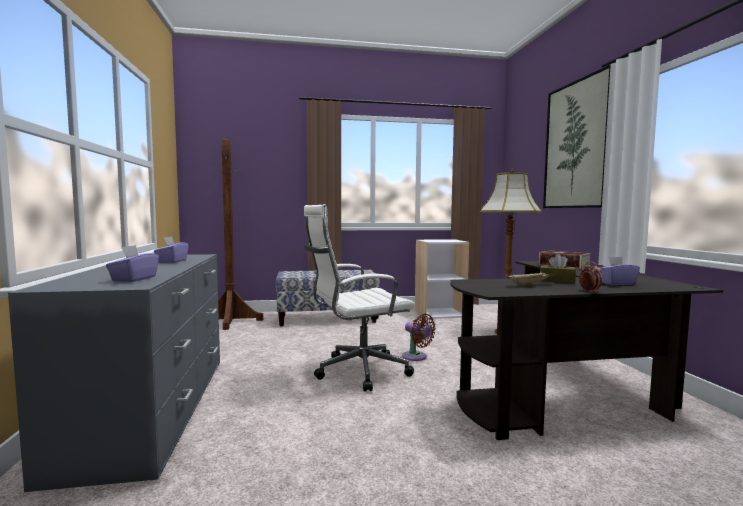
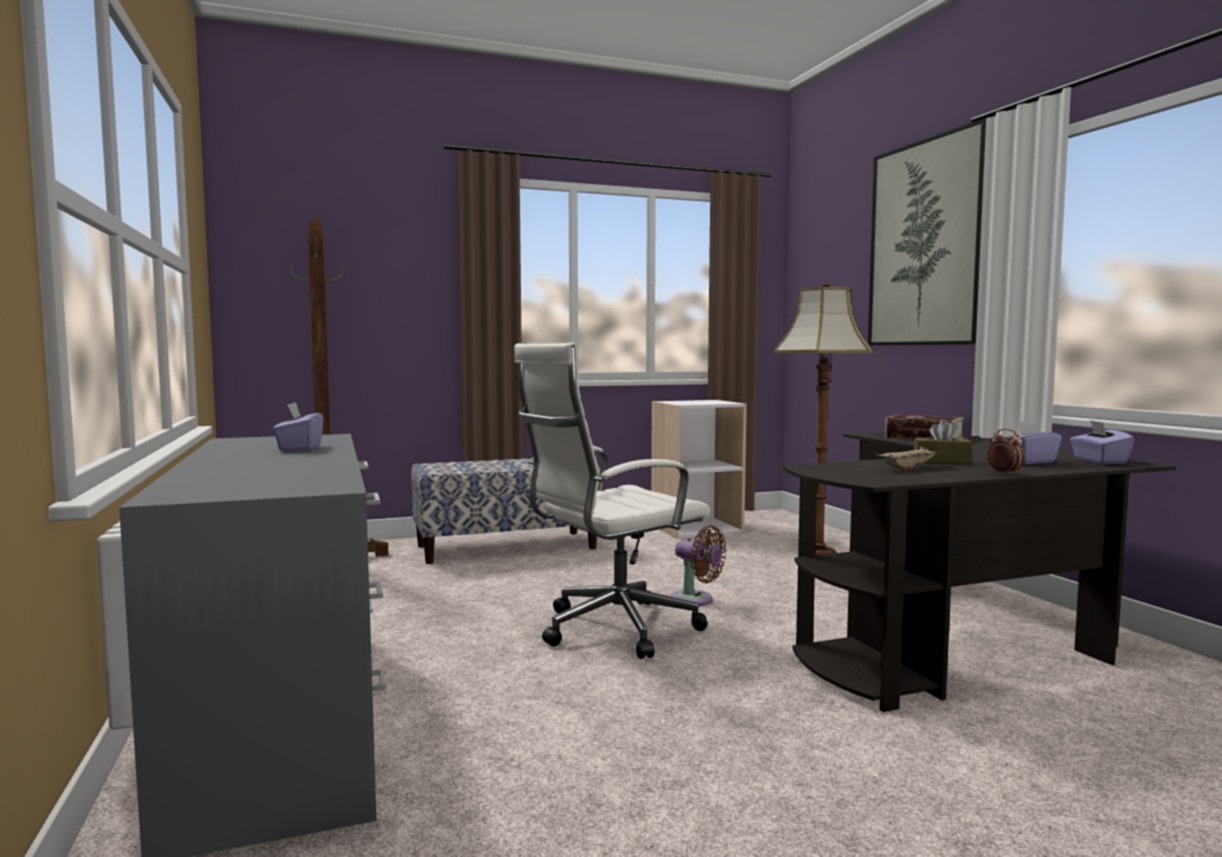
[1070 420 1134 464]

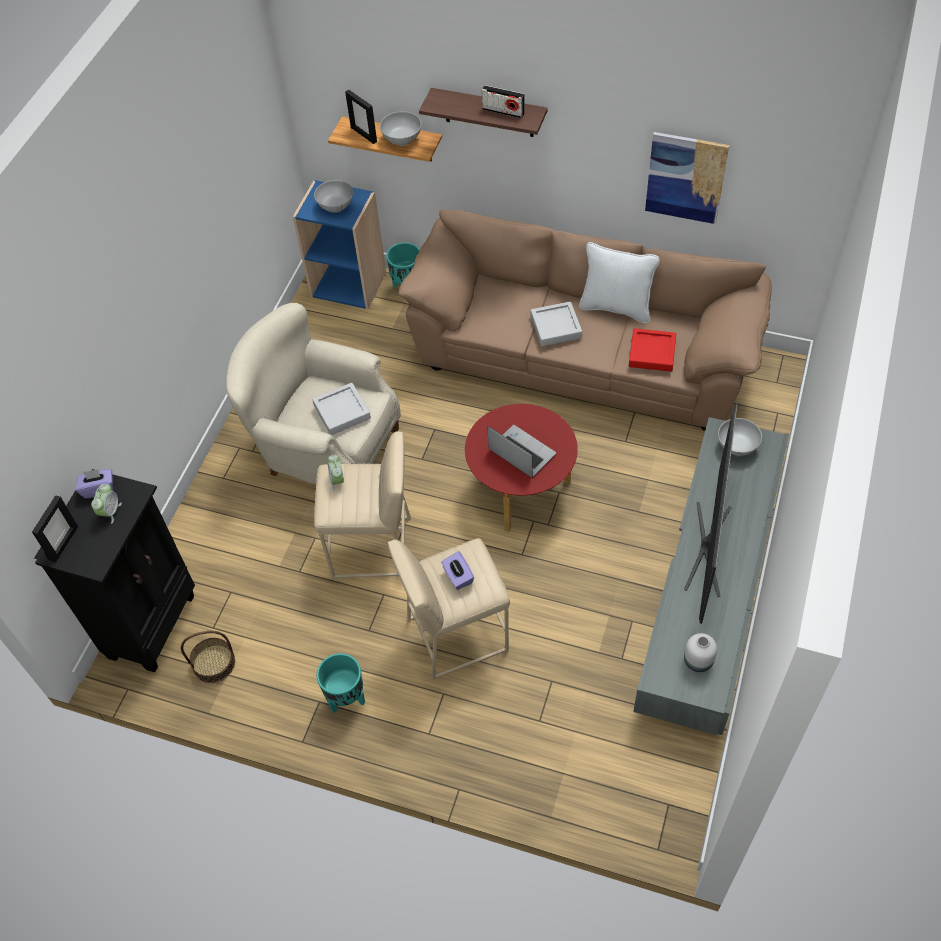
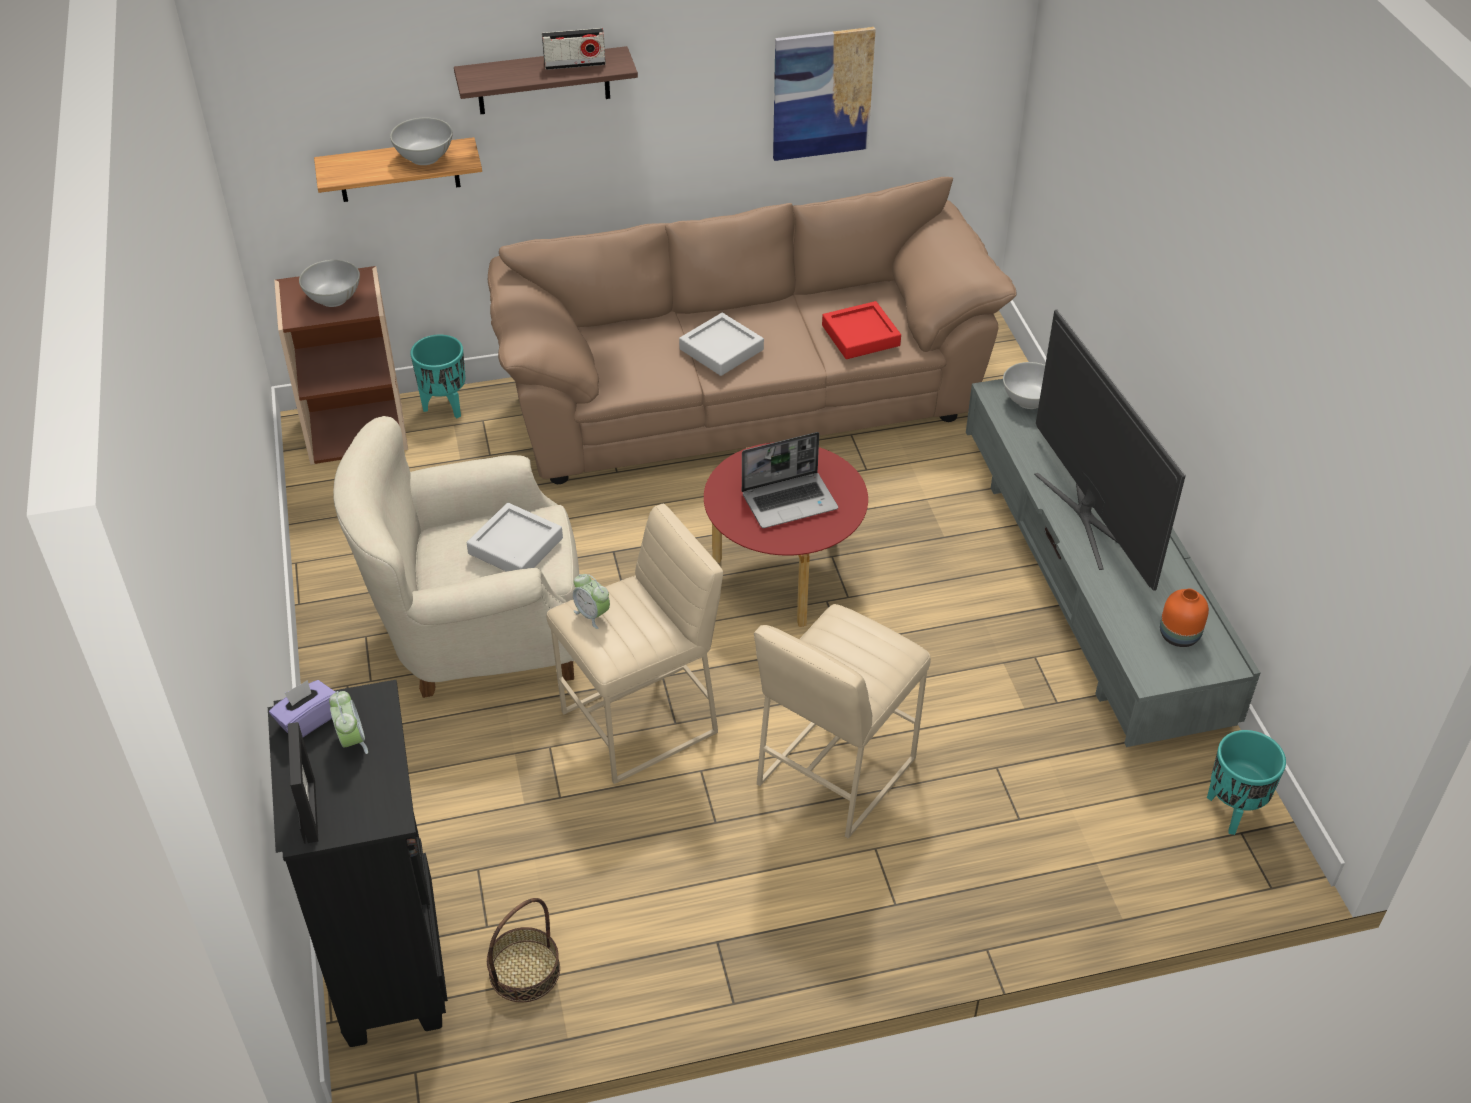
[345 90 377 144] (first image)
[274 266 408 465]
[579 242 660 323] (first image)
[742 432 838 528]
[441 551 474 590] (first image)
[1160 589 1209 647]
[1207 730 1286 835]

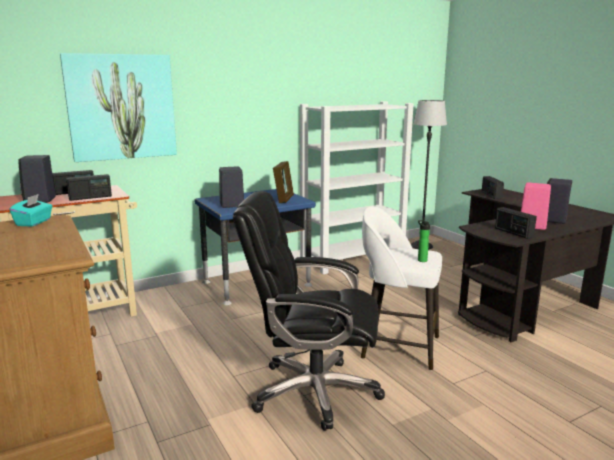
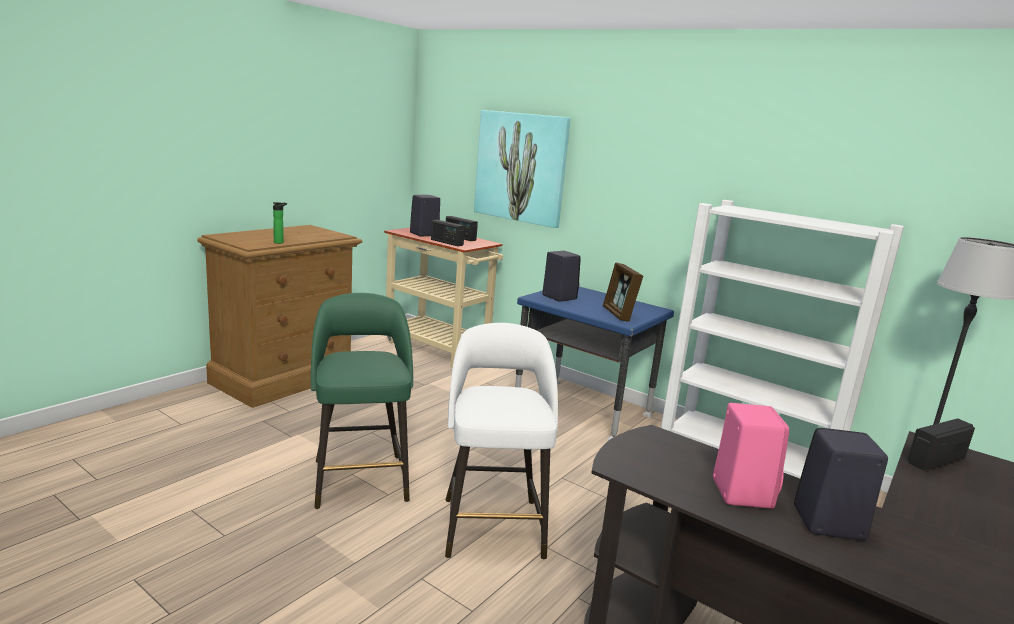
[603 263 643 322]
[311 293 413 509]
[9 194 53 227] (first image)
[495 207 537 239] (first image)
[273 202 287 244]

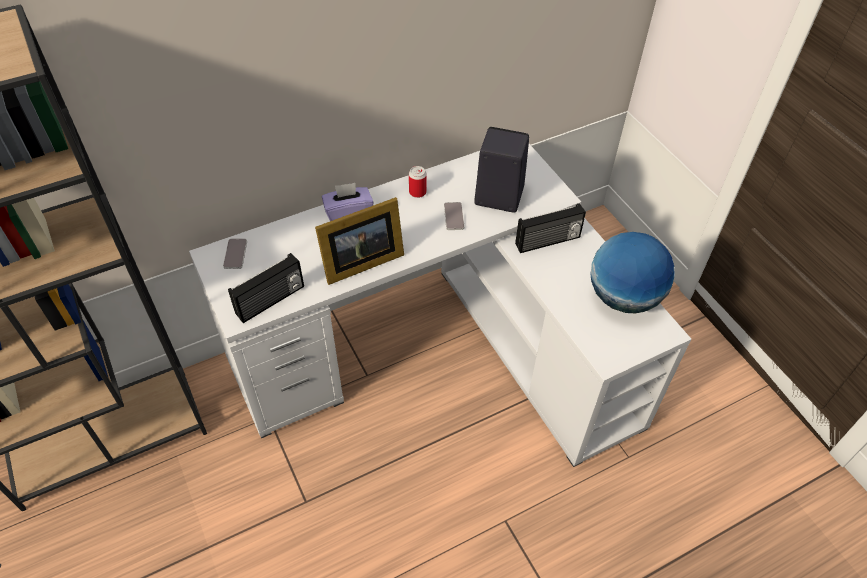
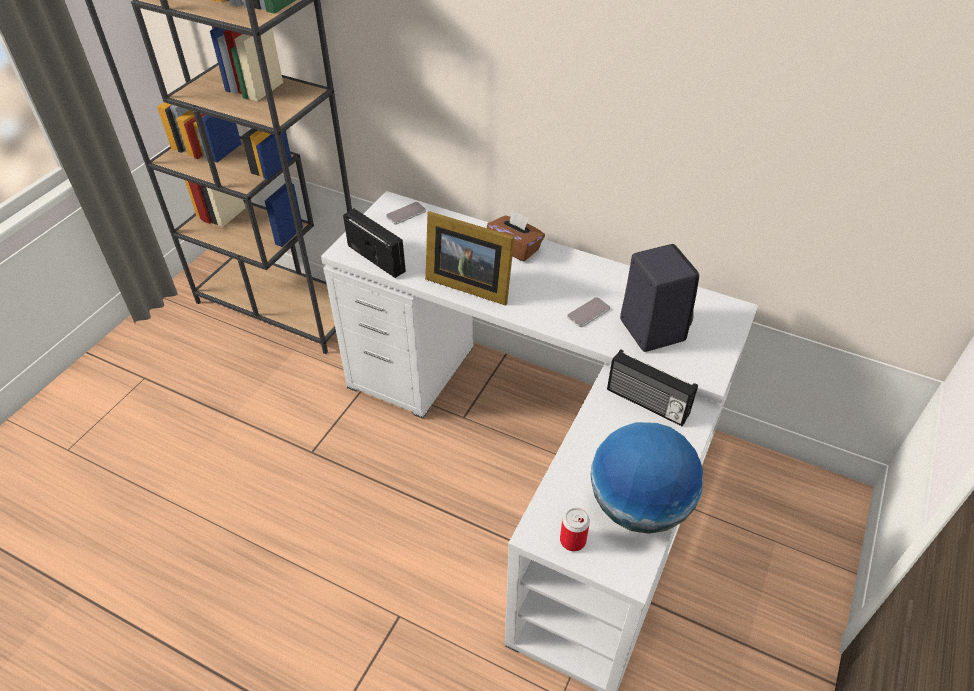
[560 508 590 551]
[487 210 545 262]
[343 209 406 278]

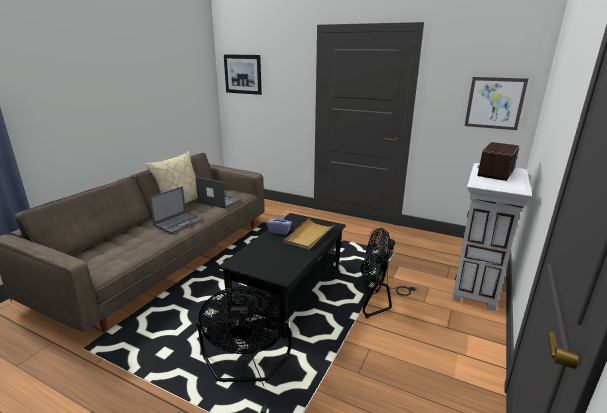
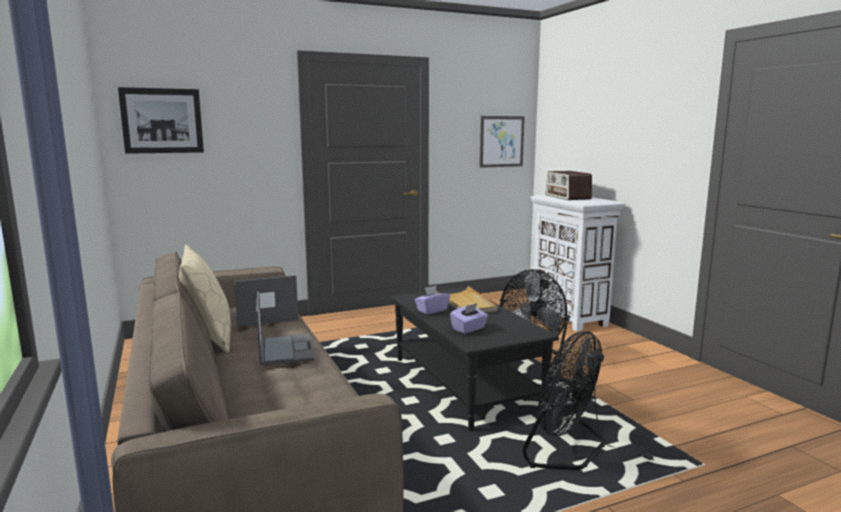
[450 303 488 334]

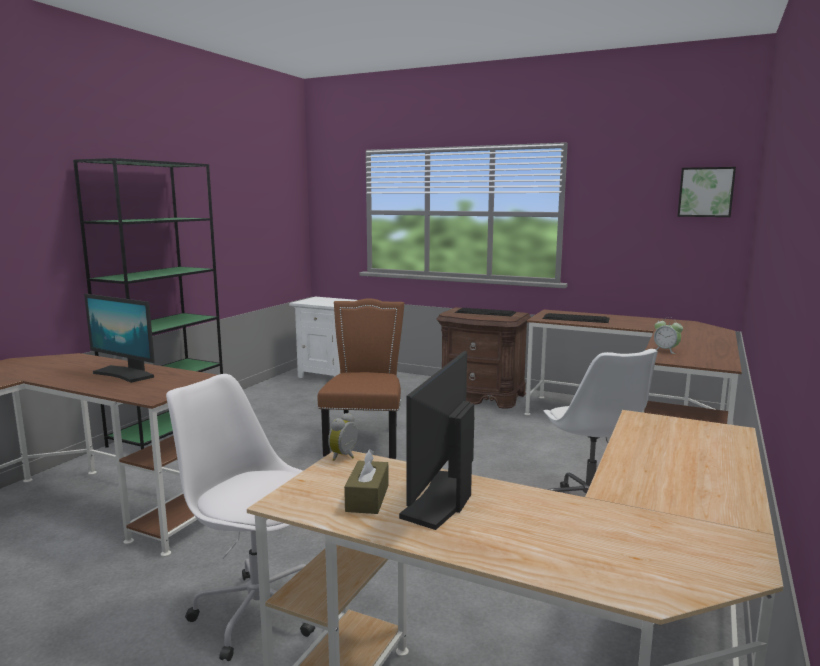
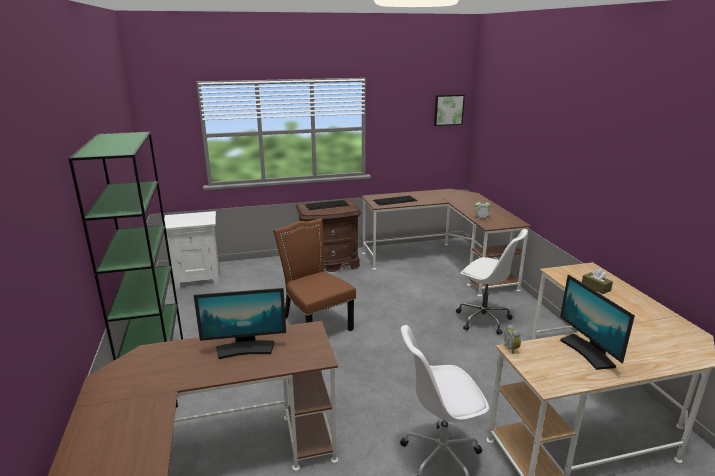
[582 269 613 294]

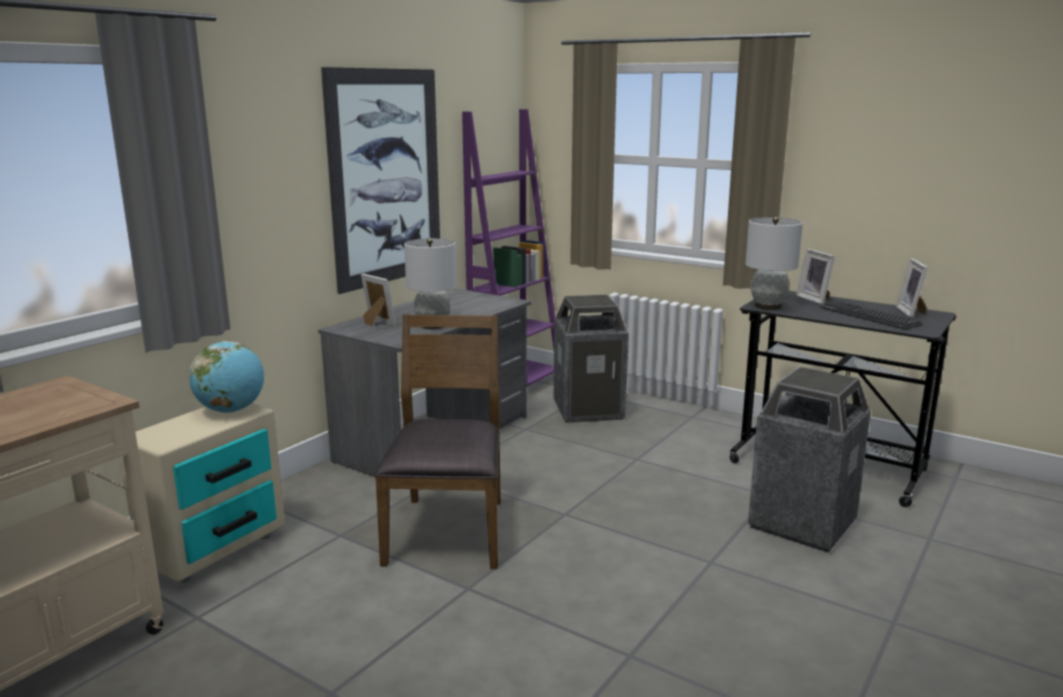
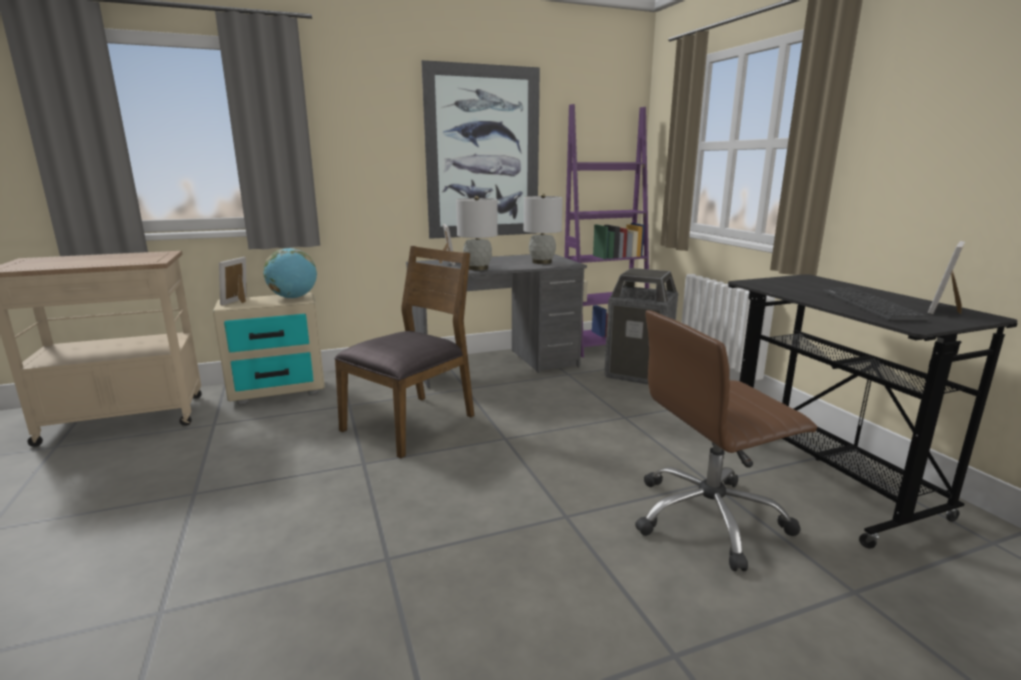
[524 194 563 264]
[219 257 247 306]
[635 310 817 571]

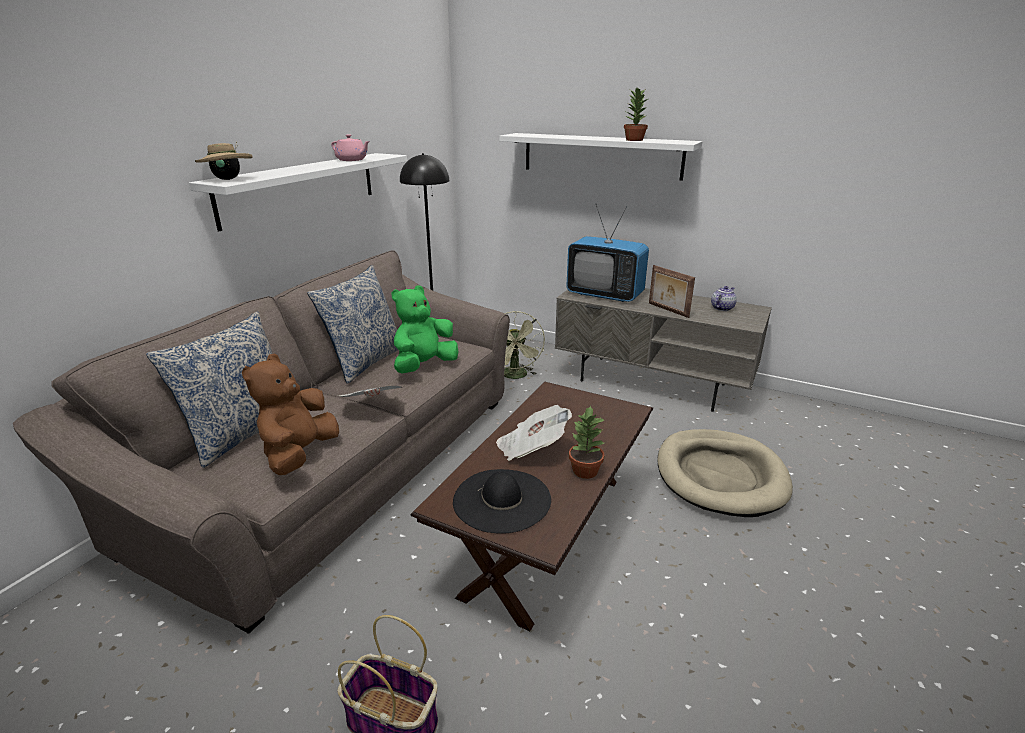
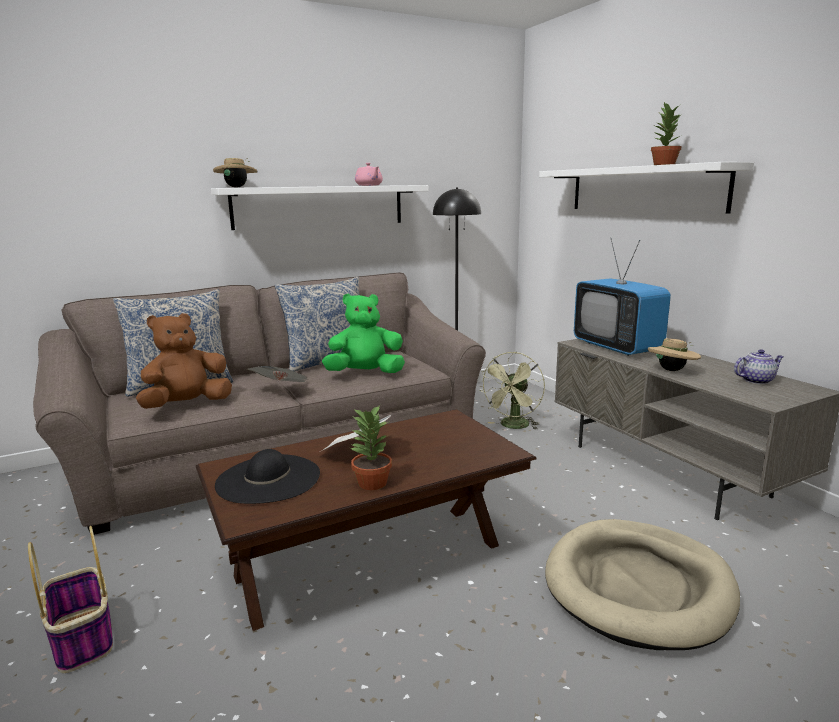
[648 338 701 371]

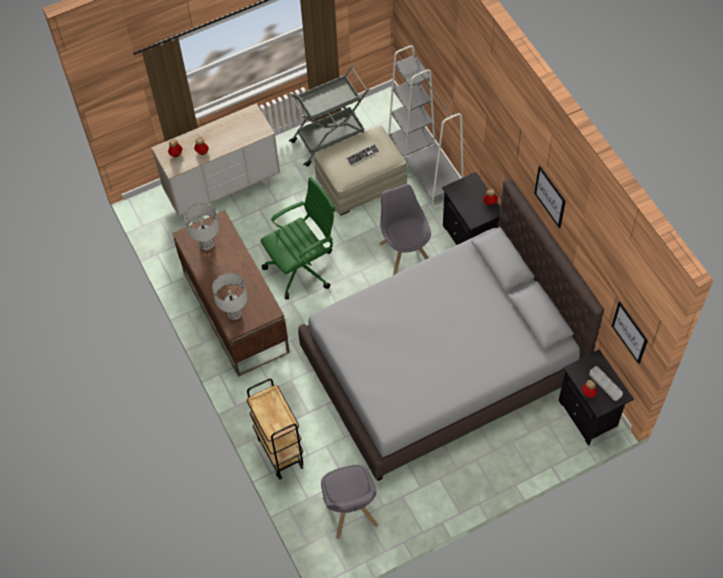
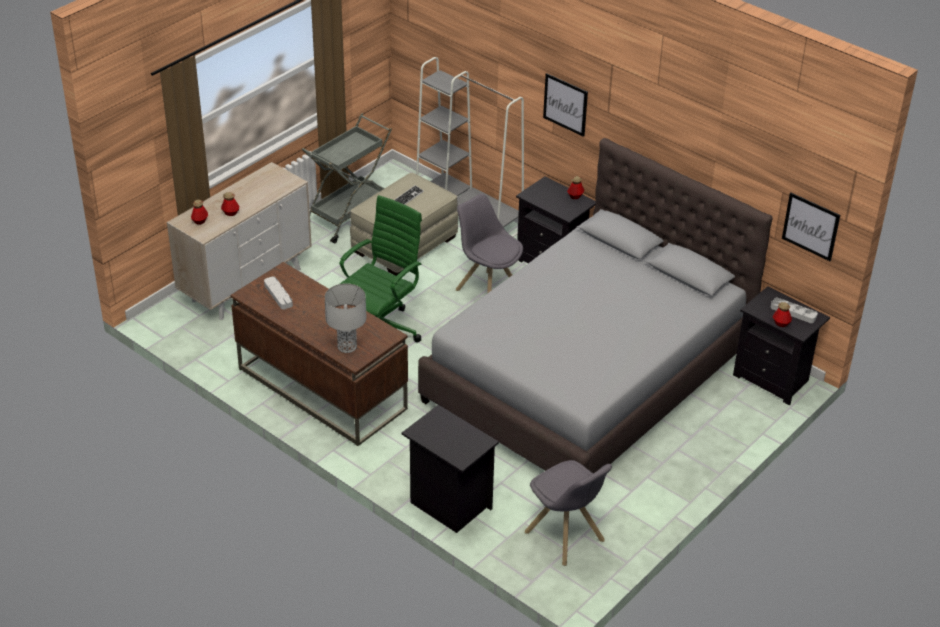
[543 73 588 137]
[264 276 293 309]
[402 405 499 533]

